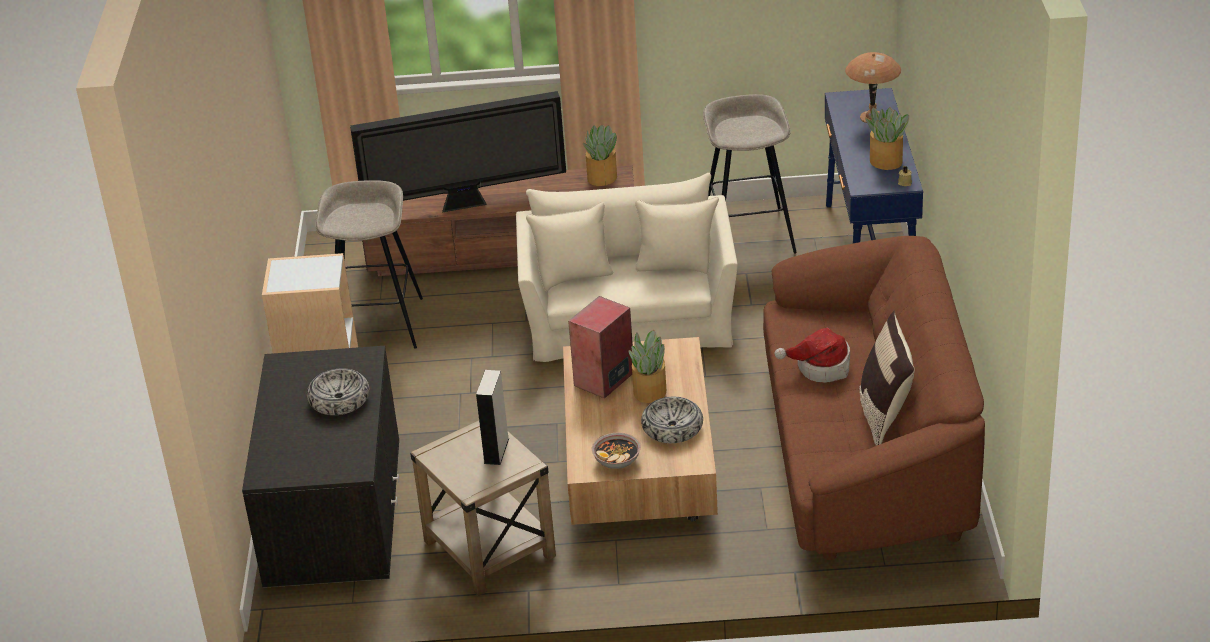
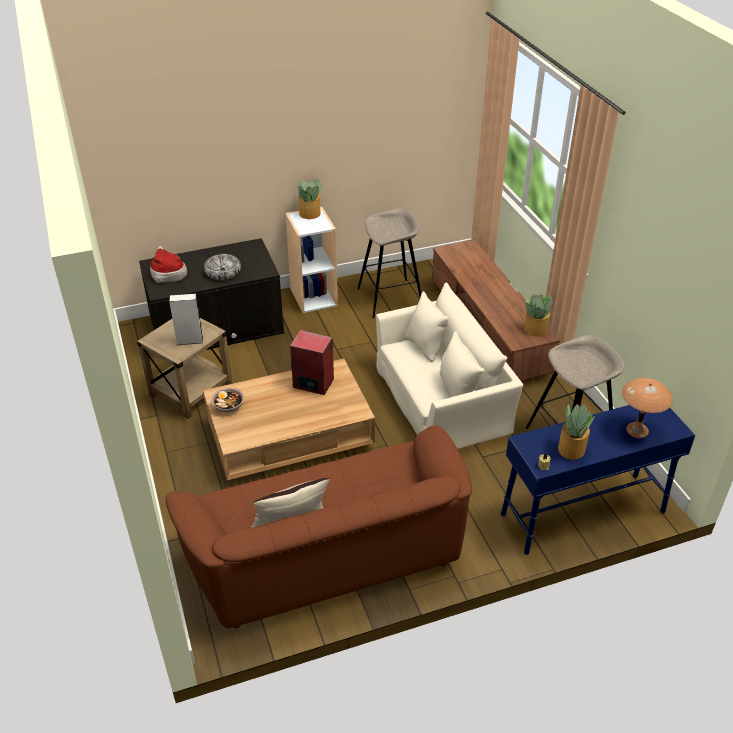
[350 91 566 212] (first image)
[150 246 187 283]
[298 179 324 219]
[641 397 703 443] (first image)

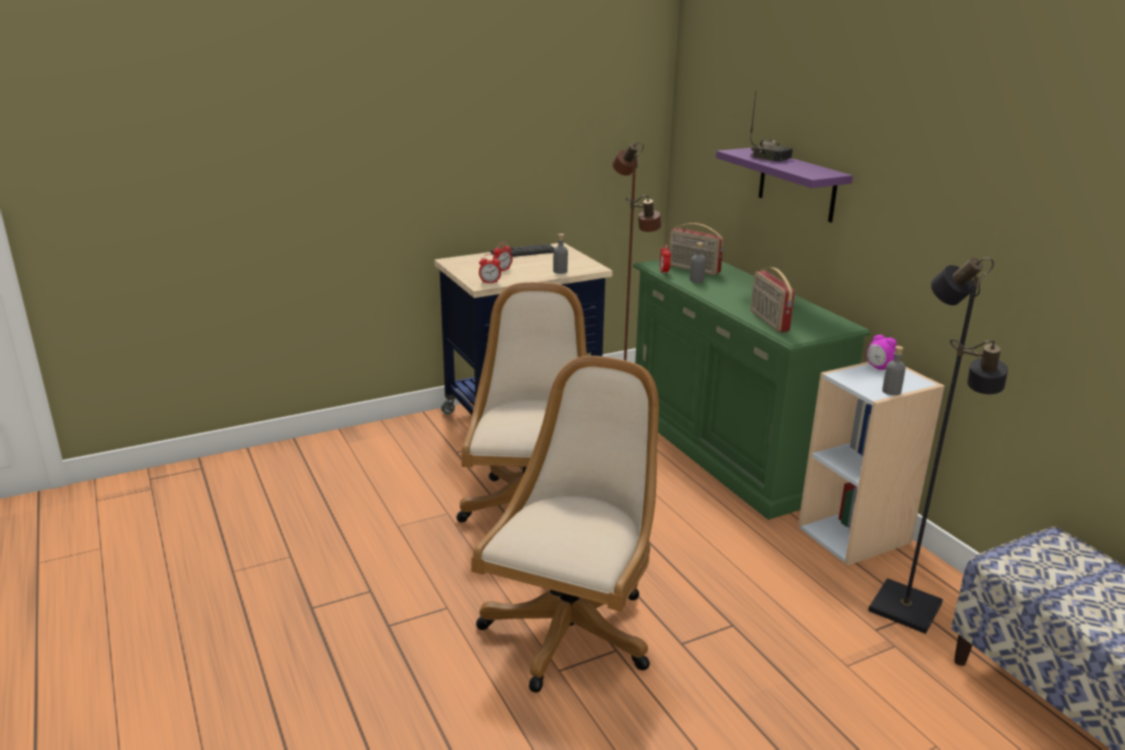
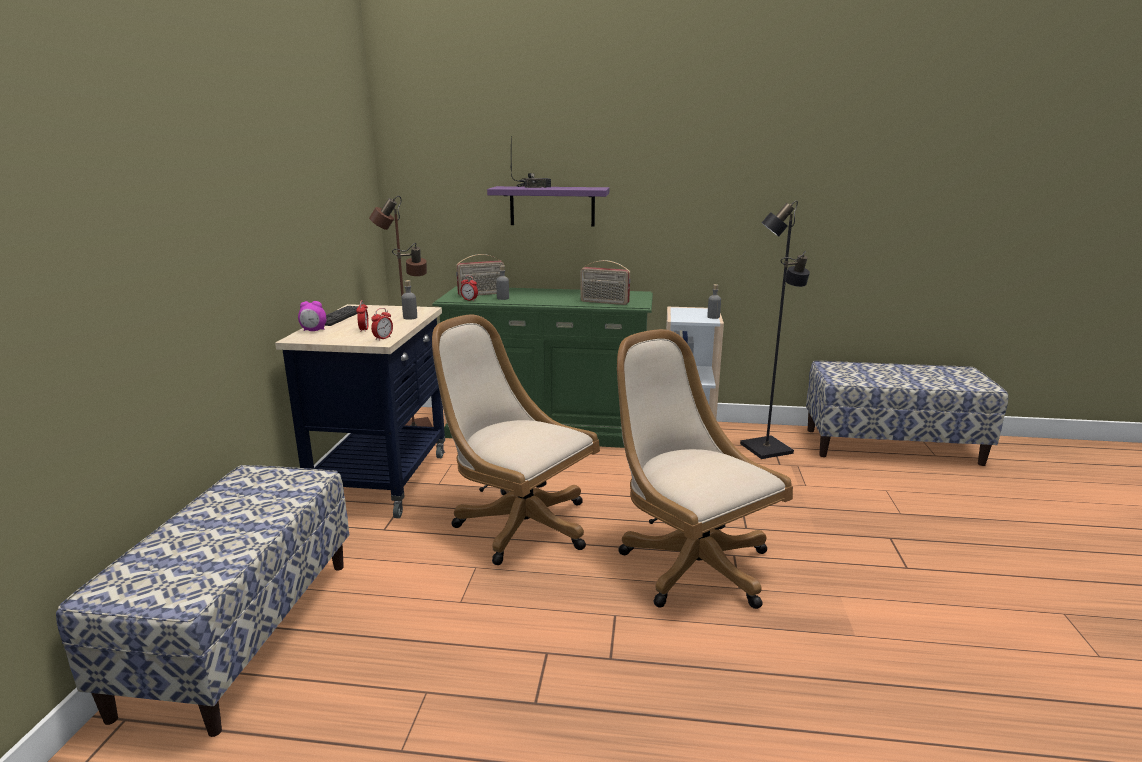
[298 301 326 331]
[56 465 349 737]

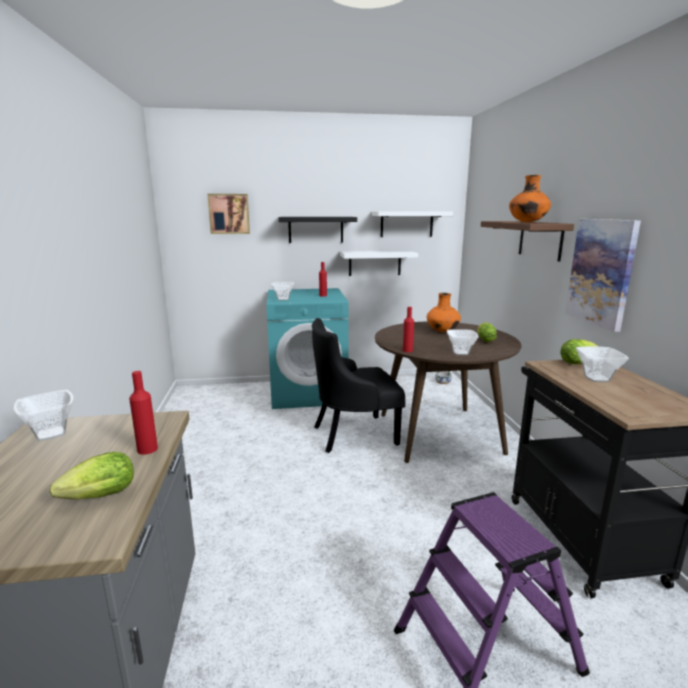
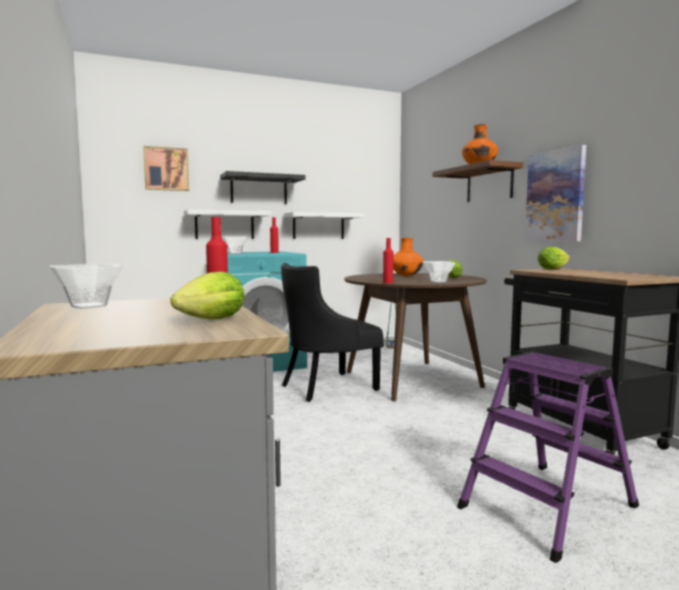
[184 209 271 239]
[576 346 629 382] (first image)

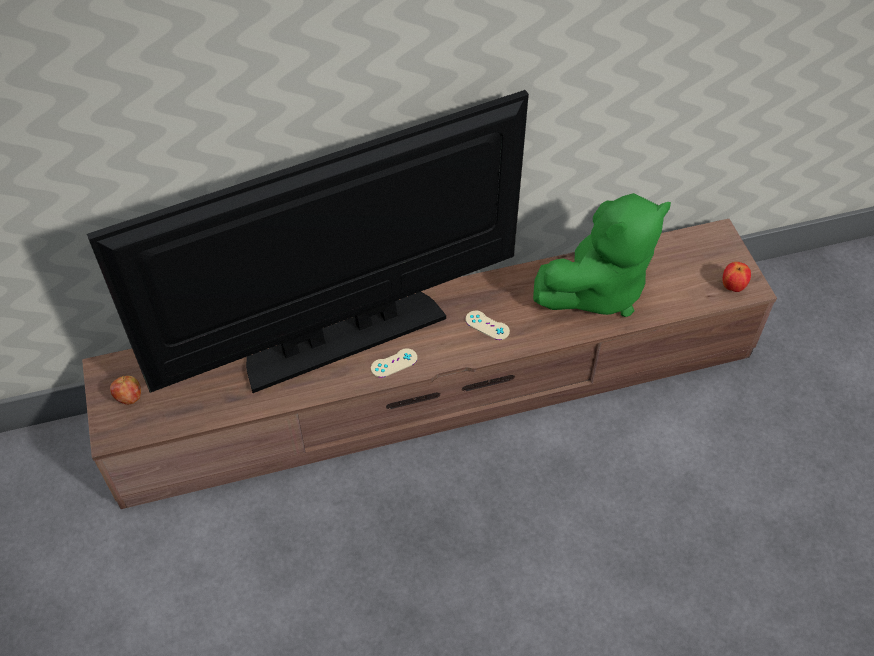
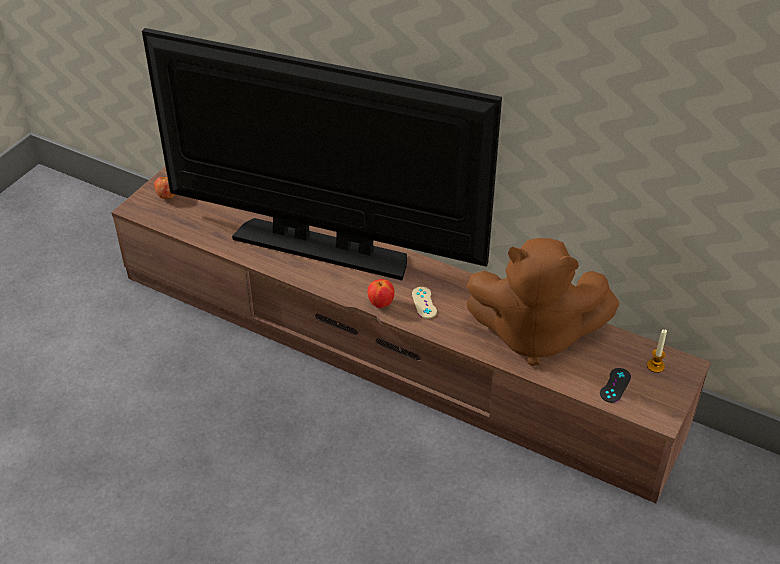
[466 238 619 366]
[368 279 394 308]
[371 348 417 378] (first image)
[647 329 667 373]
[600 368 631 403]

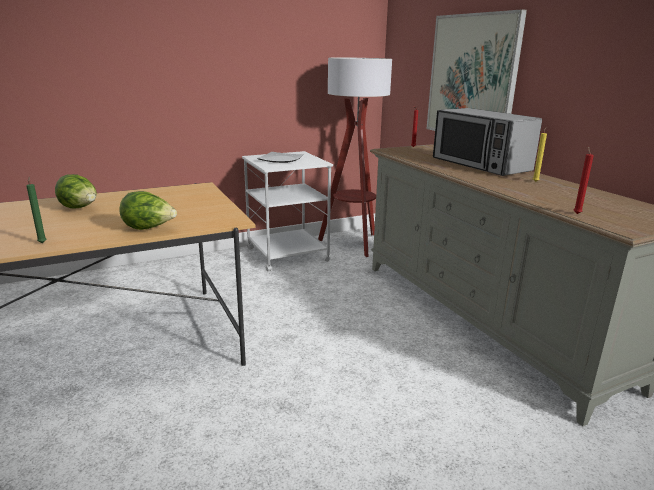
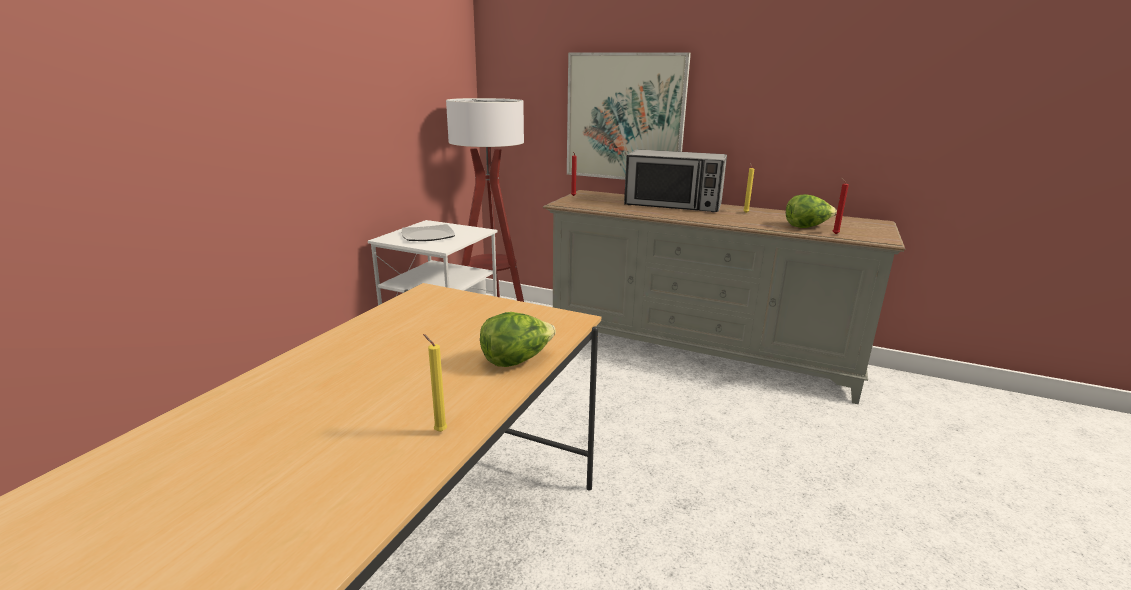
[786 194 837 228]
[423 334 447 432]

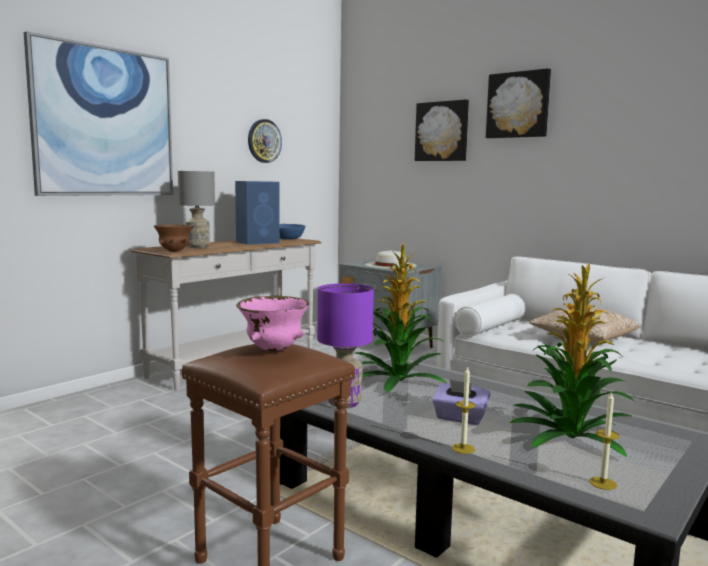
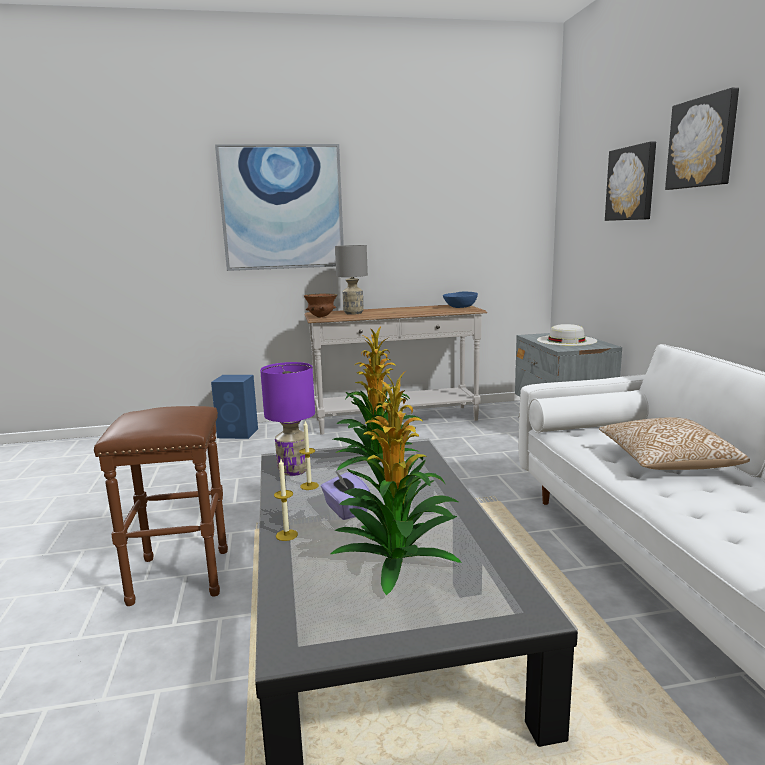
[248 119 282 163] (first image)
[211 375 258 439]
[236 296 309 351] (first image)
[299 421 319 490]

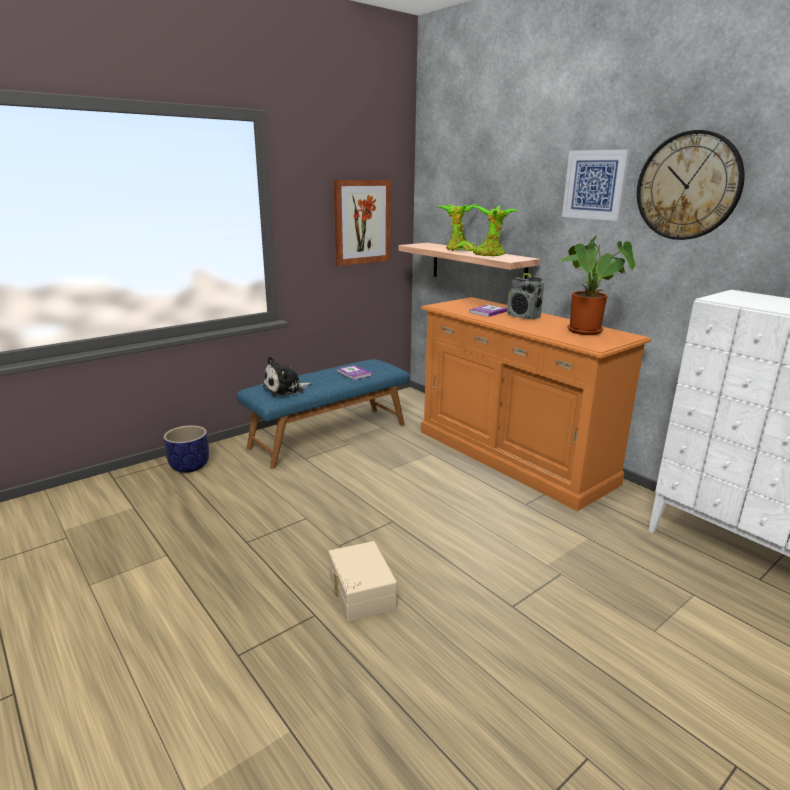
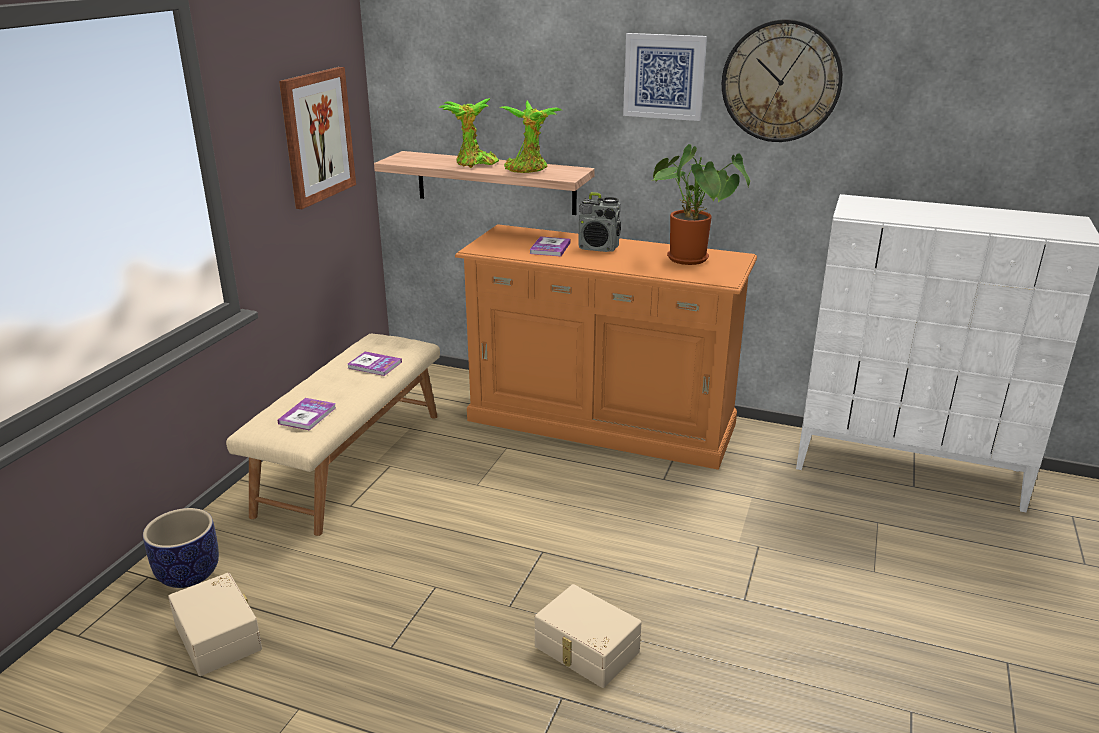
[277 398 336 430]
[226 334 440 536]
[168 573 262 676]

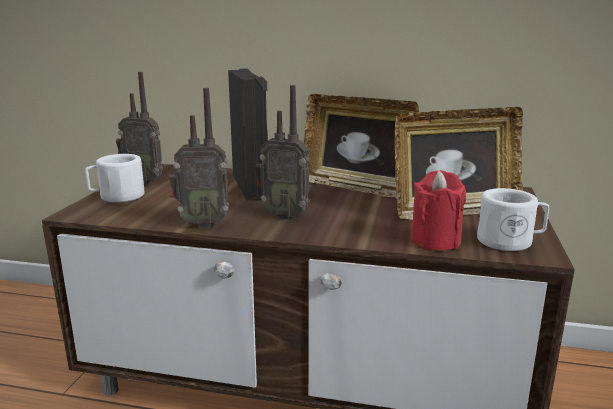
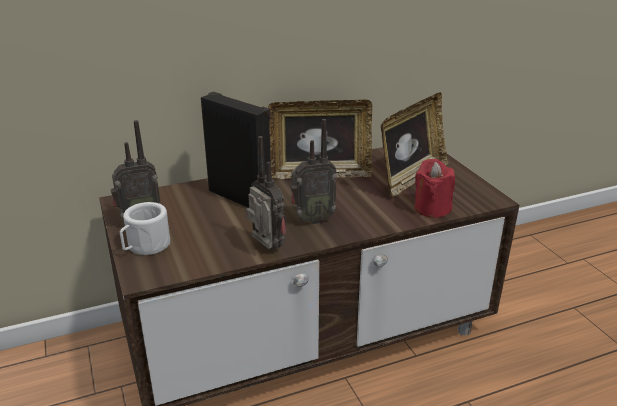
[245 136 286 249]
[477 188 549 251] (first image)

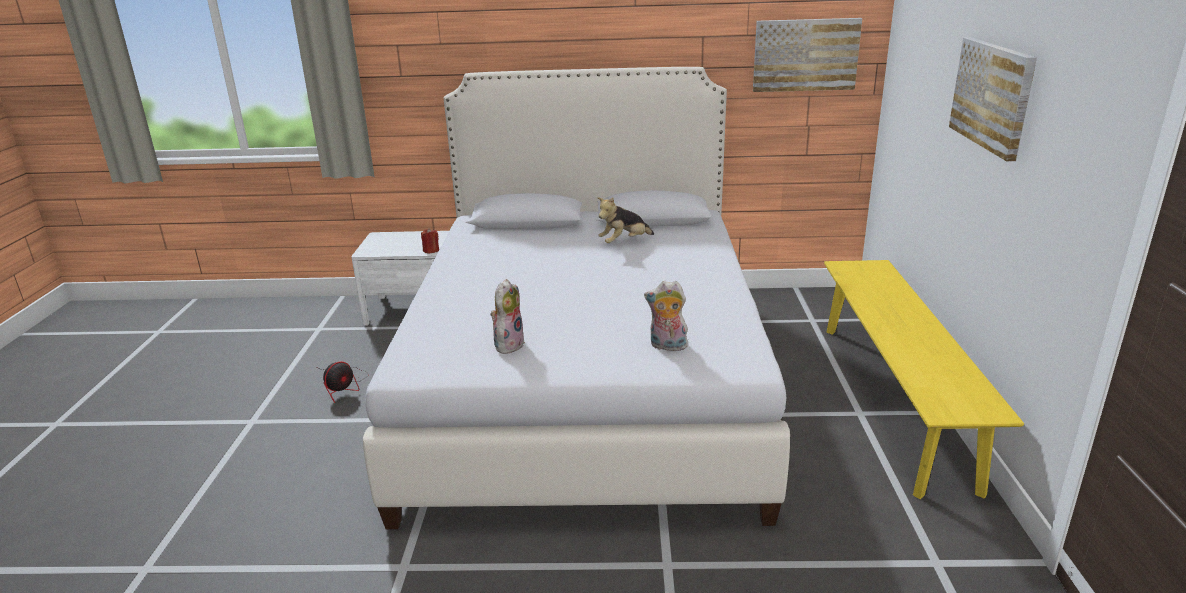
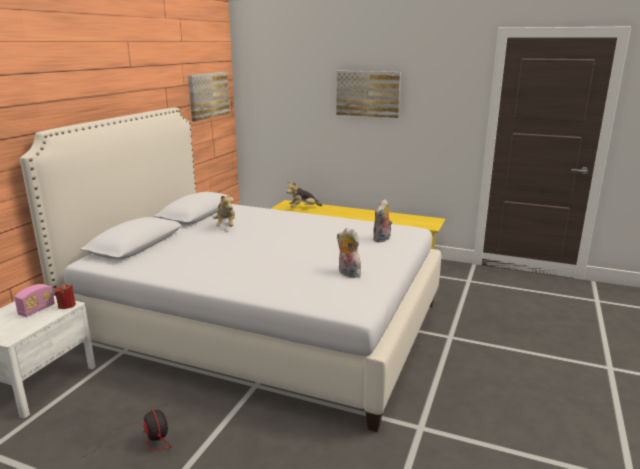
[287 182 322 207]
[14 284 55 317]

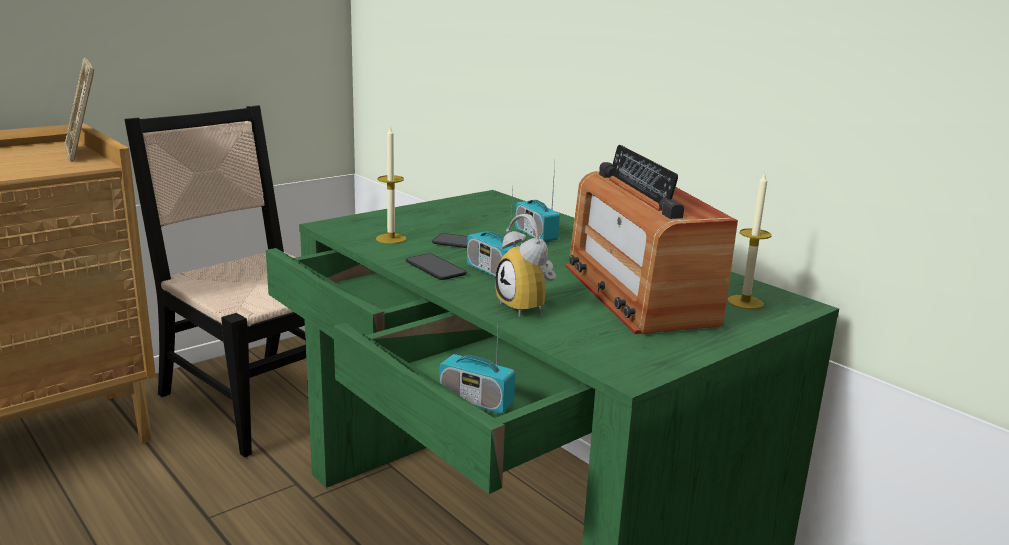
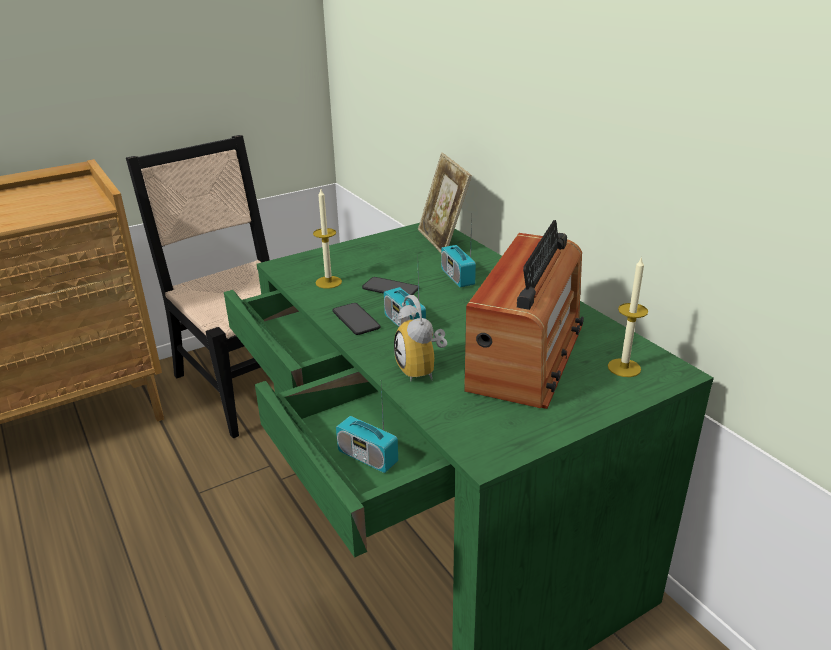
[418 153 472 253]
[464 220 584 409]

